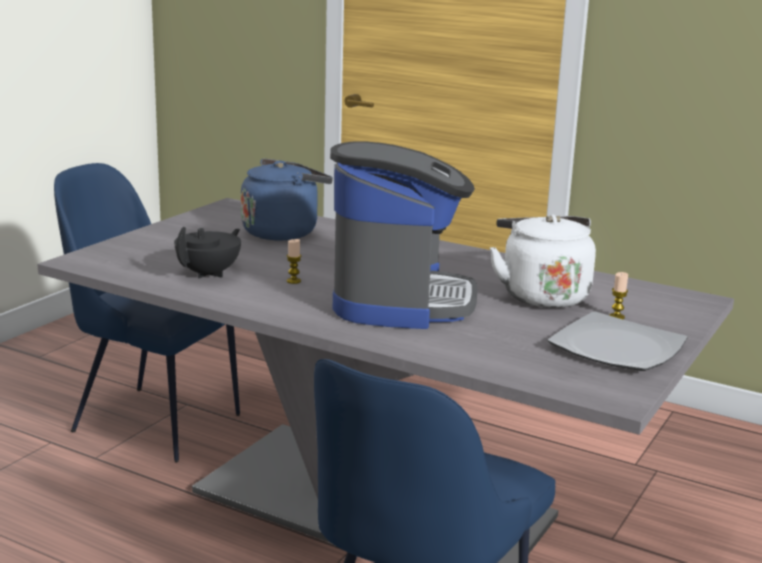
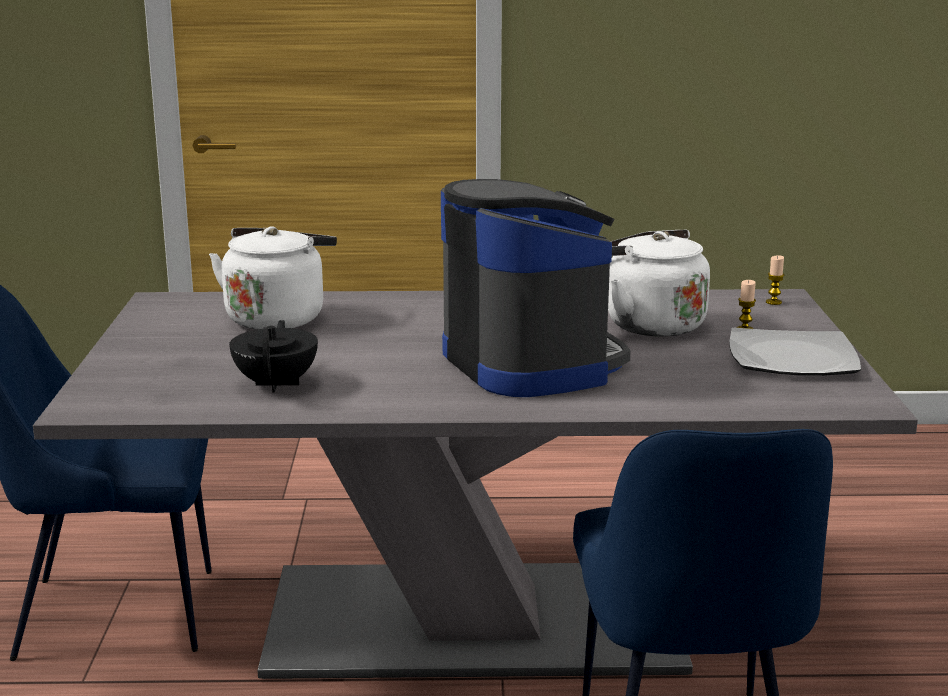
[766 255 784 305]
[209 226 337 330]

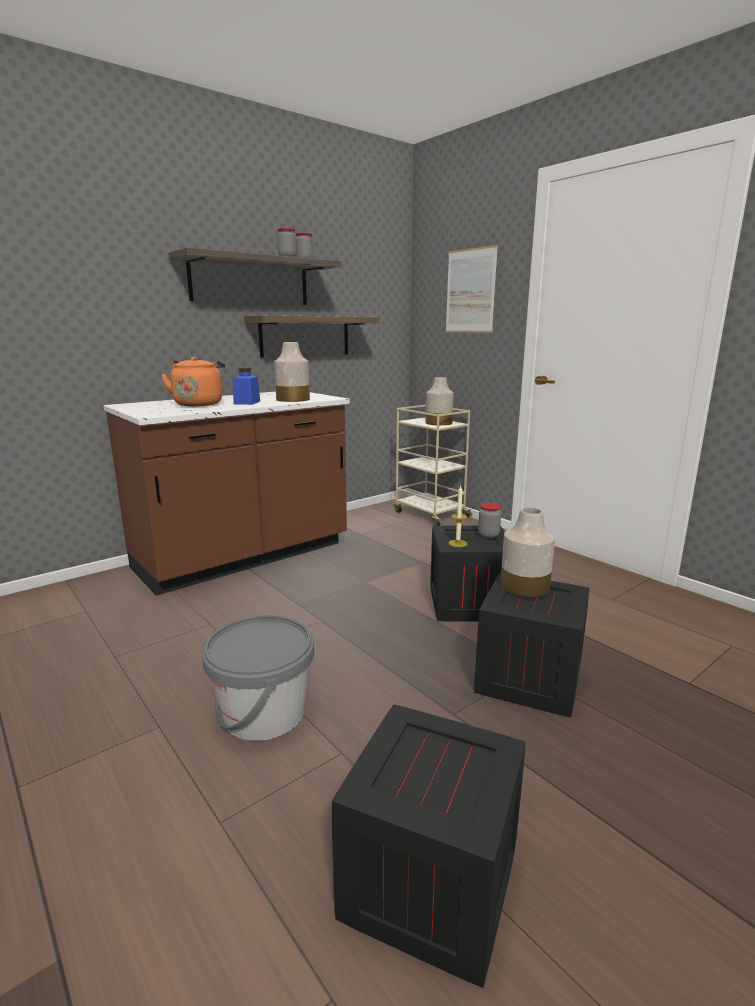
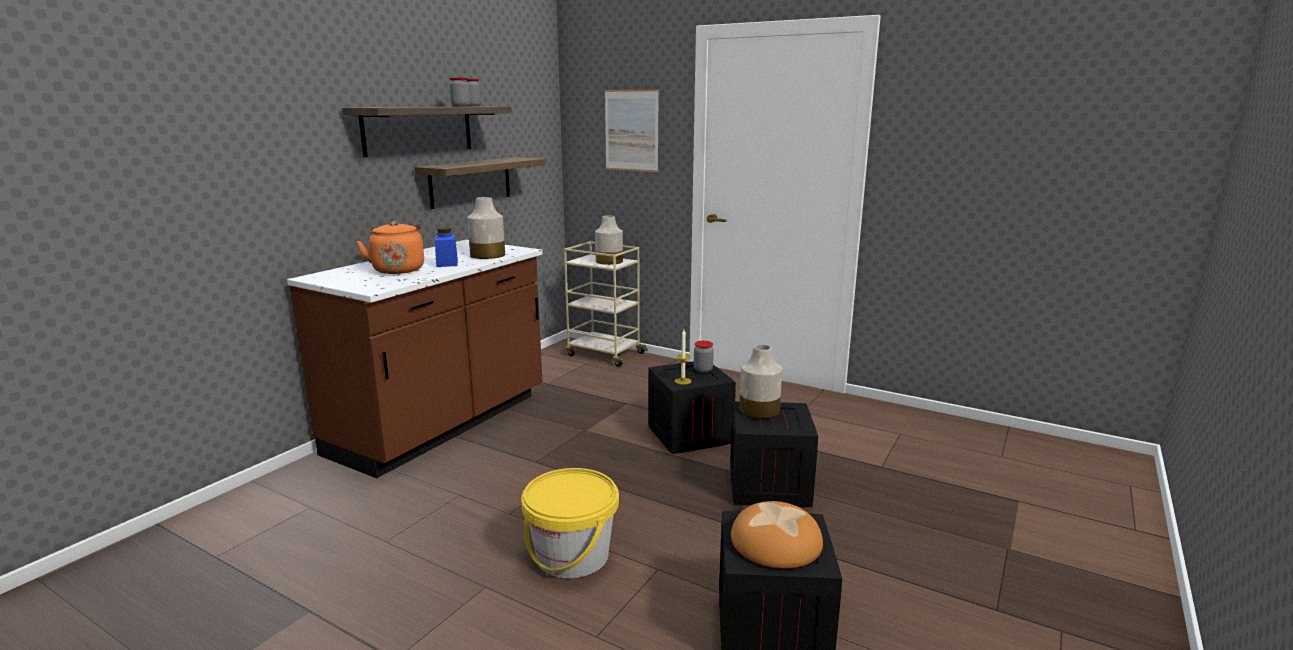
[731 501 823 568]
[521 468 619 578]

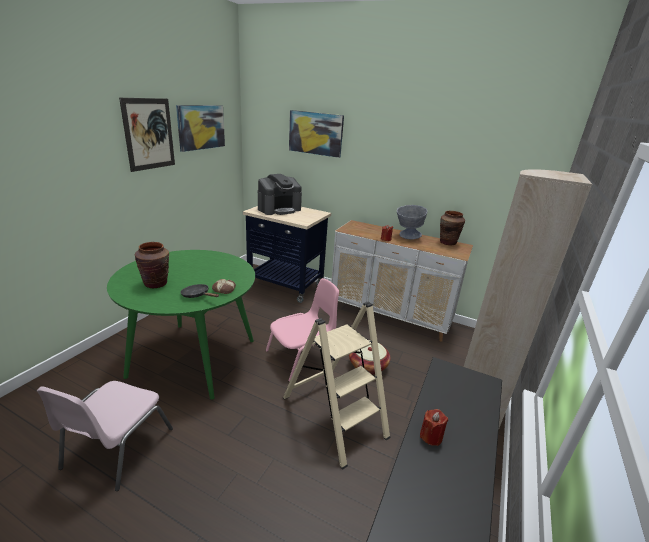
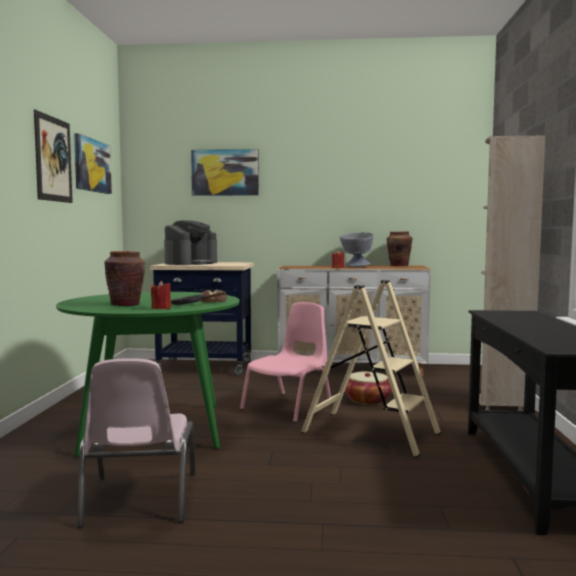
[151 281 171 309]

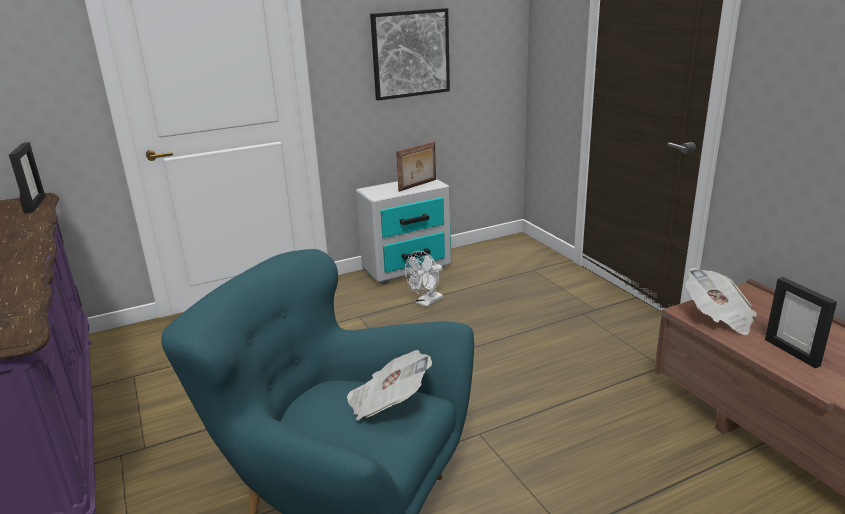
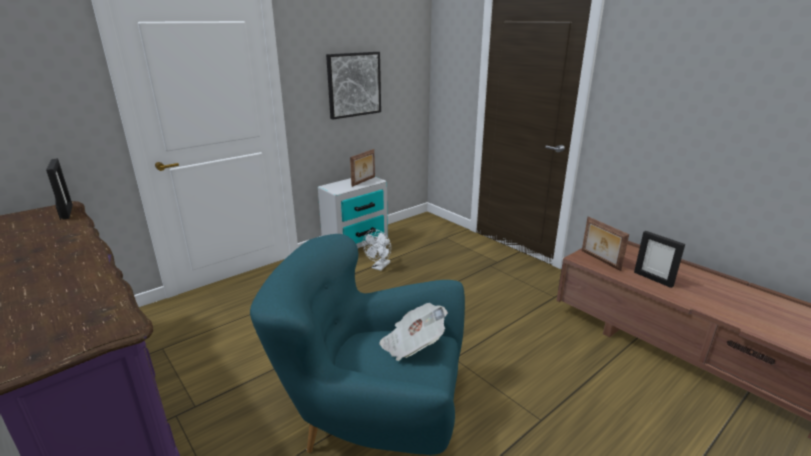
[582 217 629 271]

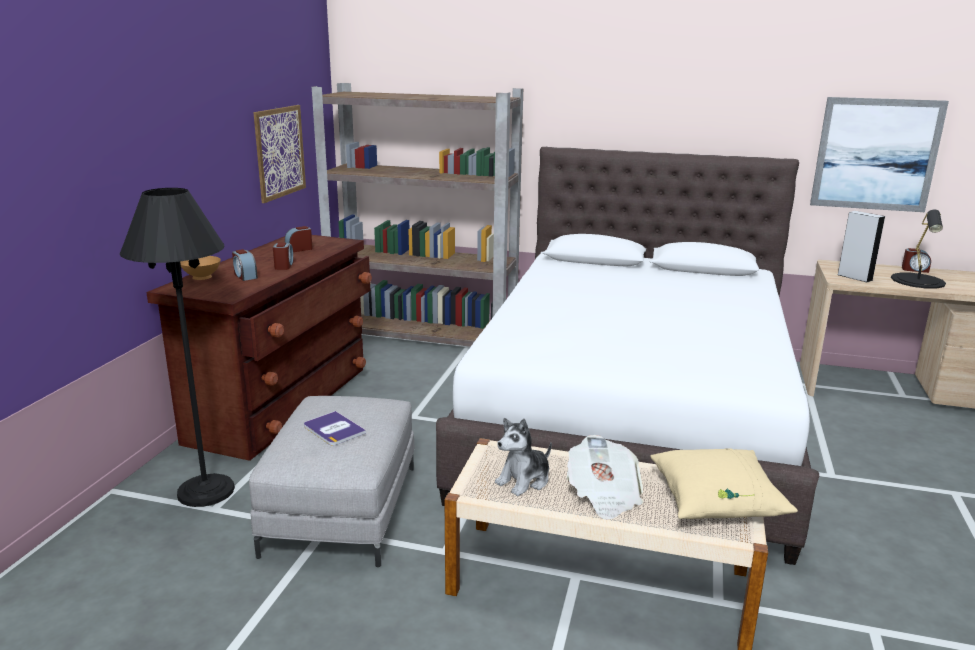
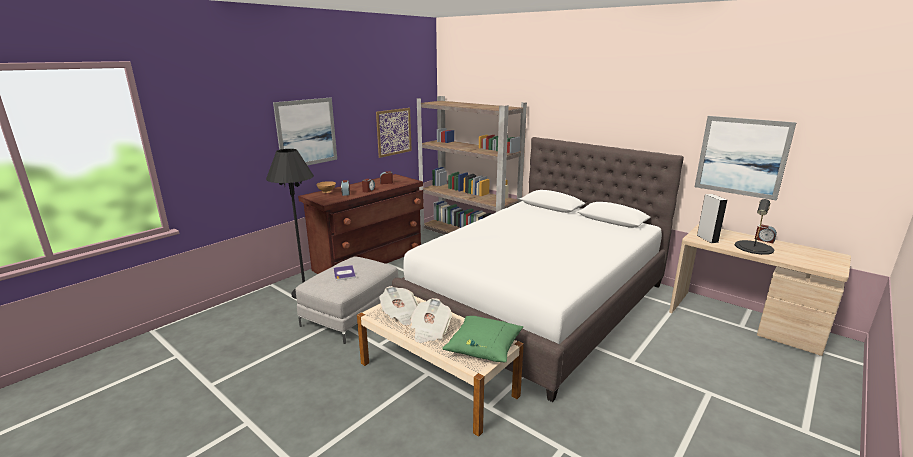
[273 97 337 166]
[379 286 418 326]
[442 316 523 362]

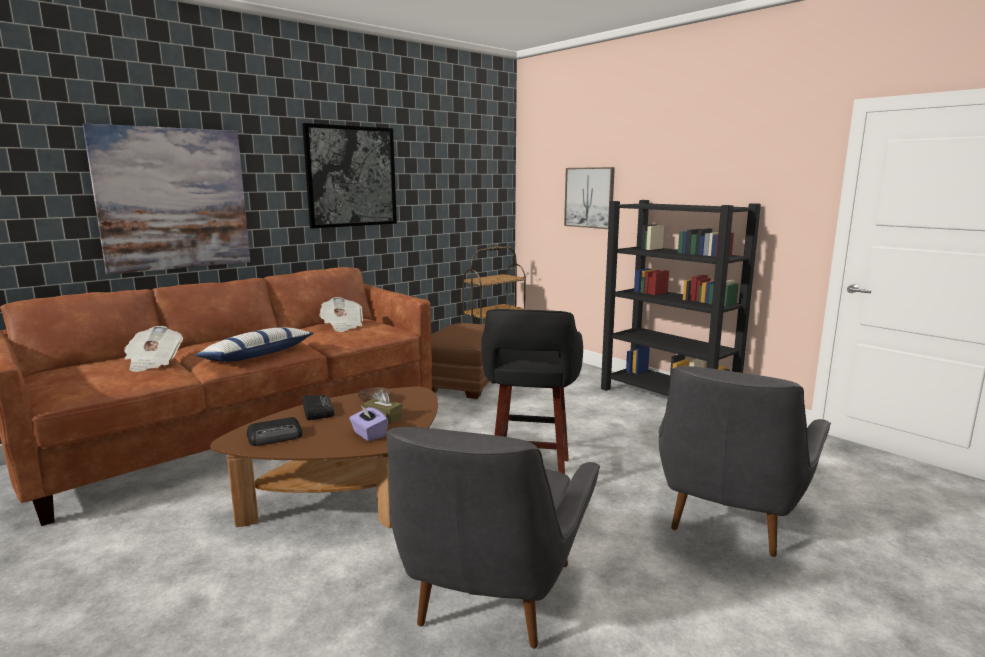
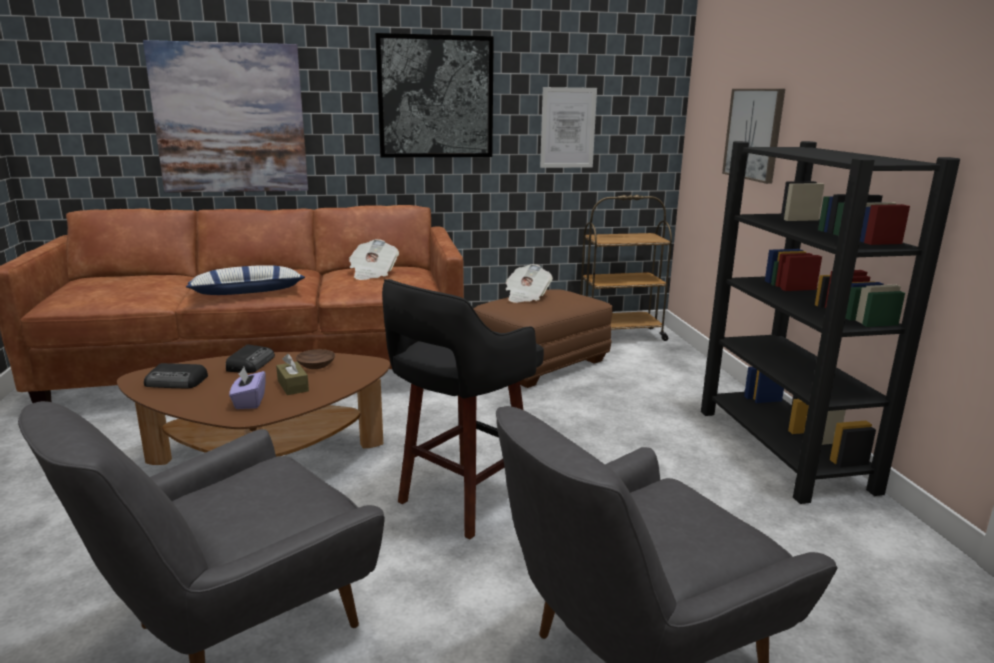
[540 87 597 168]
[505 264 553 303]

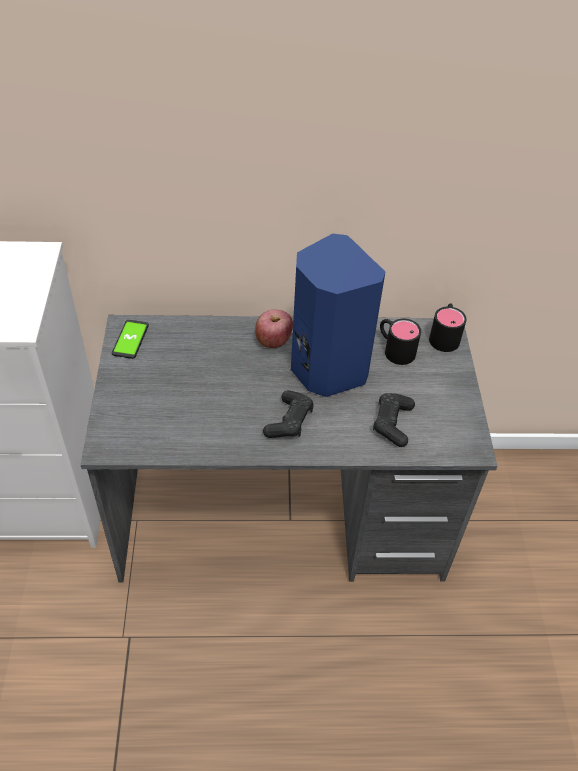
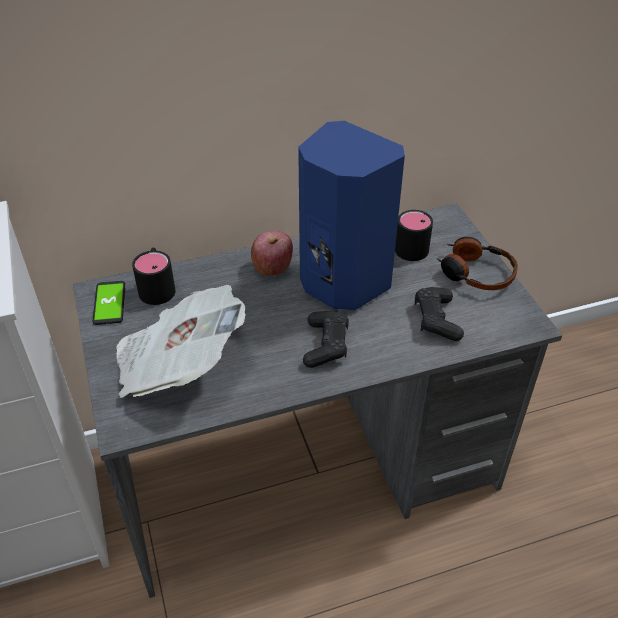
[116 285 246 398]
[436 237 518 290]
[132 248 176 305]

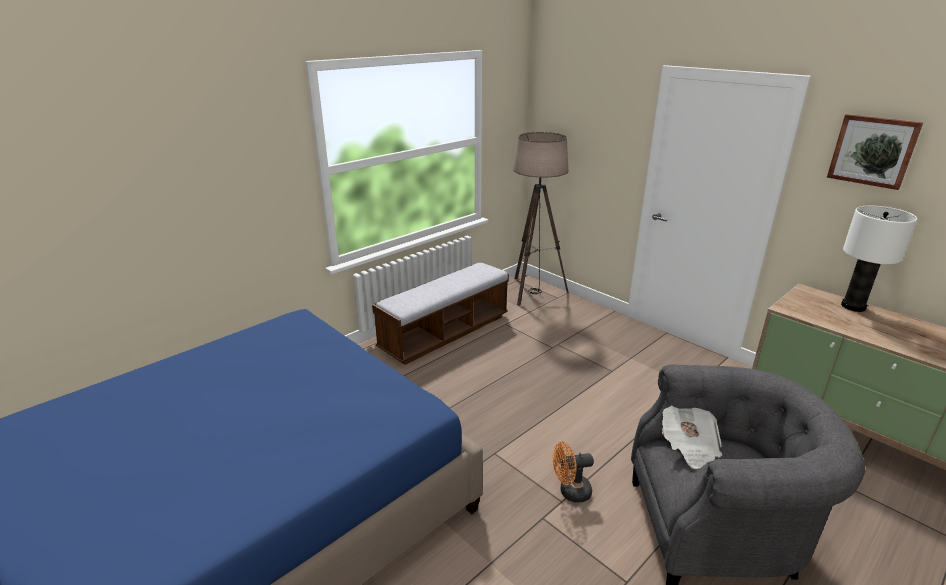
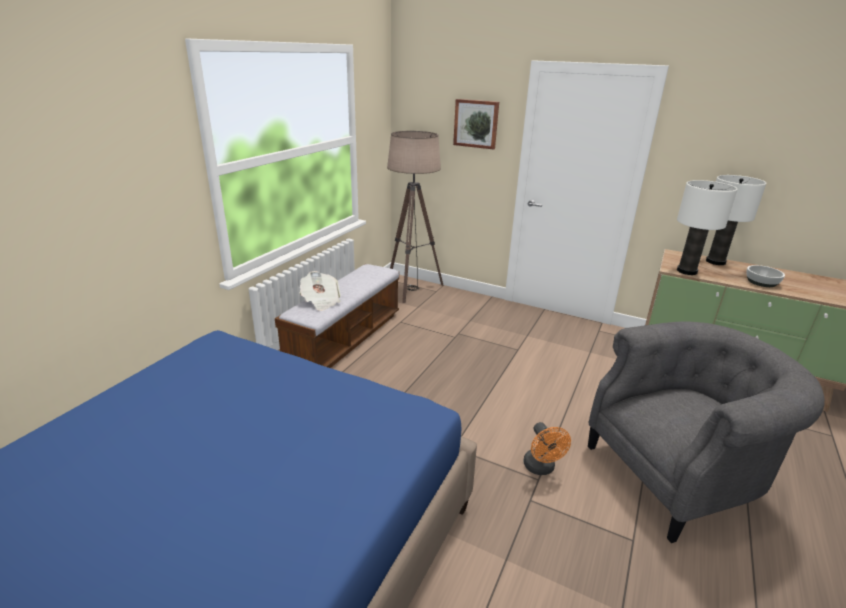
[677 180 737 275]
[746 265 785 287]
[300 271 341 311]
[453 99 499 150]
[524 422 571 475]

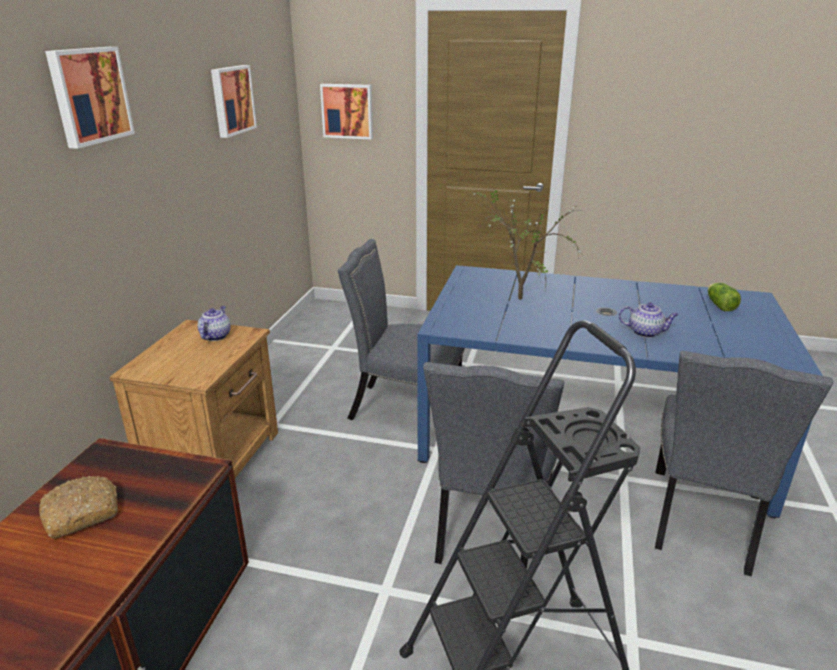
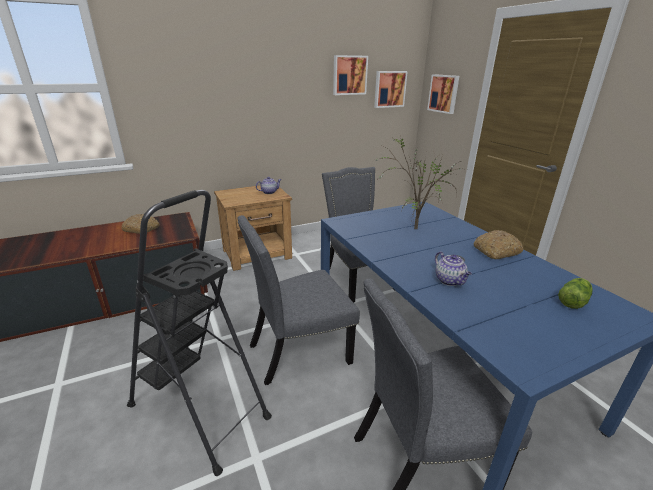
[474 230 524 259]
[374 71 408 108]

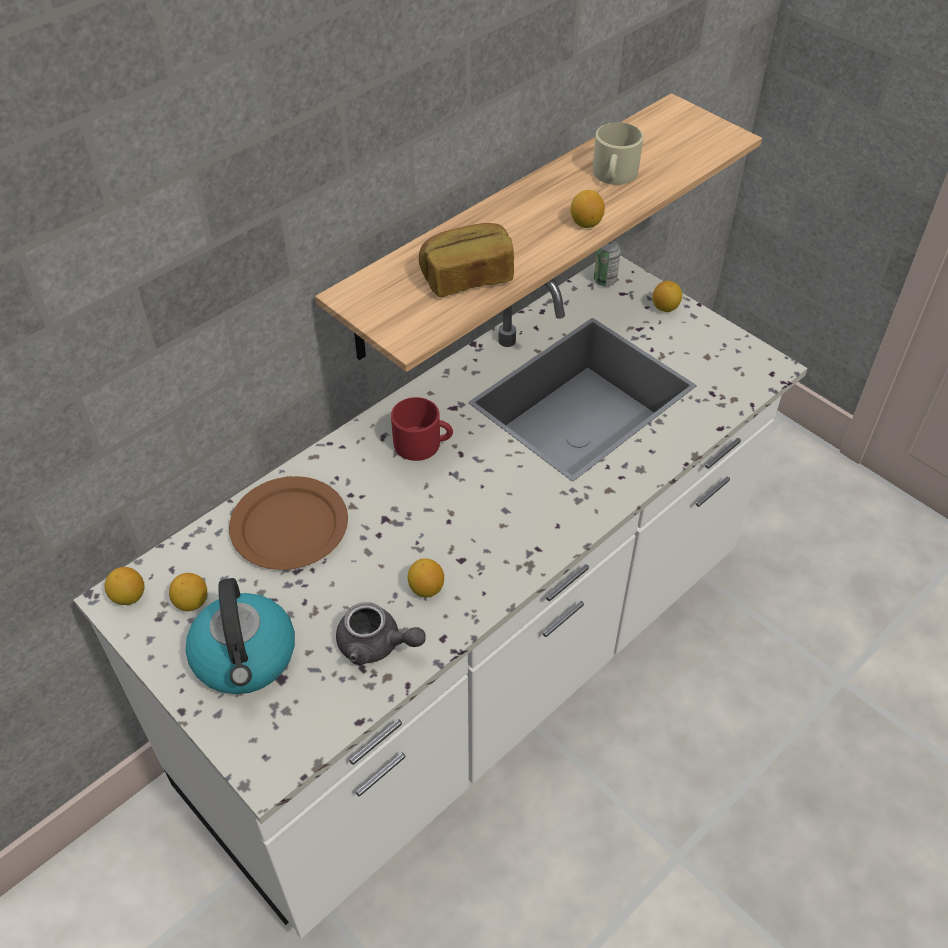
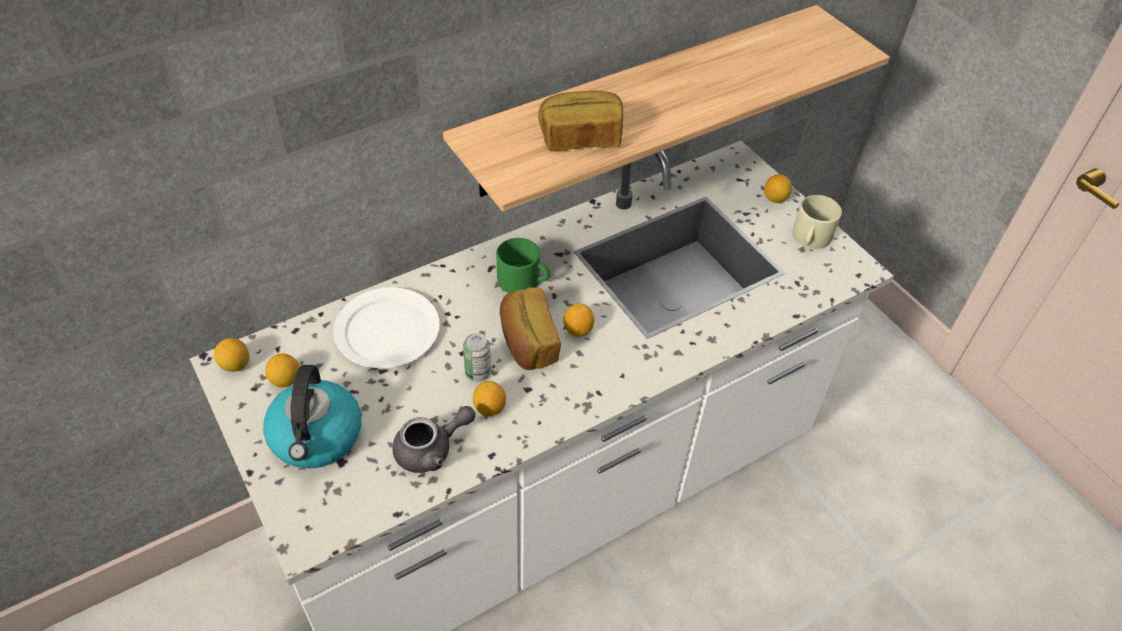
[500 287 561 370]
[563 303 594 336]
[793 195 842 249]
[463 333 491 381]
[333 287 440 368]
[496 238 550 293]
[392 406 476 473]

